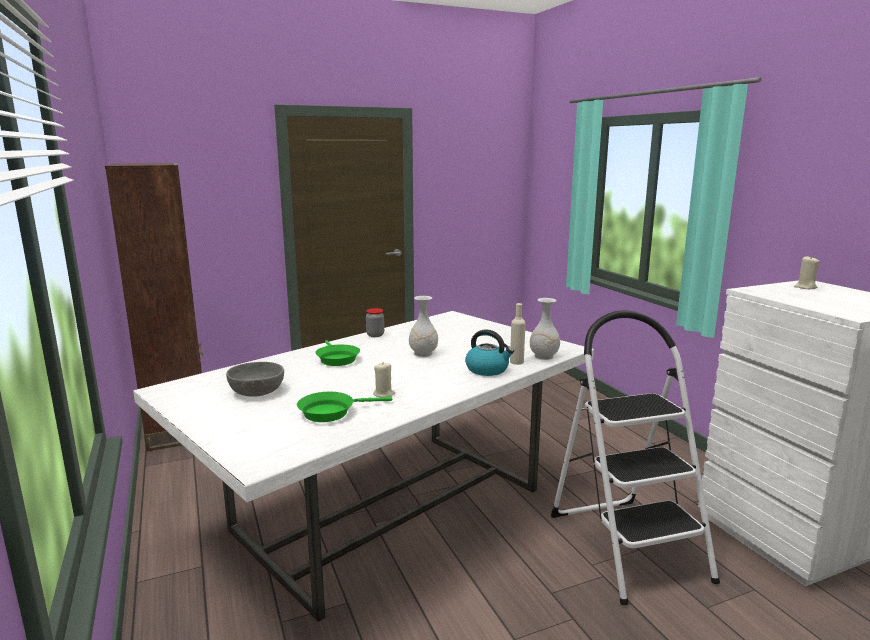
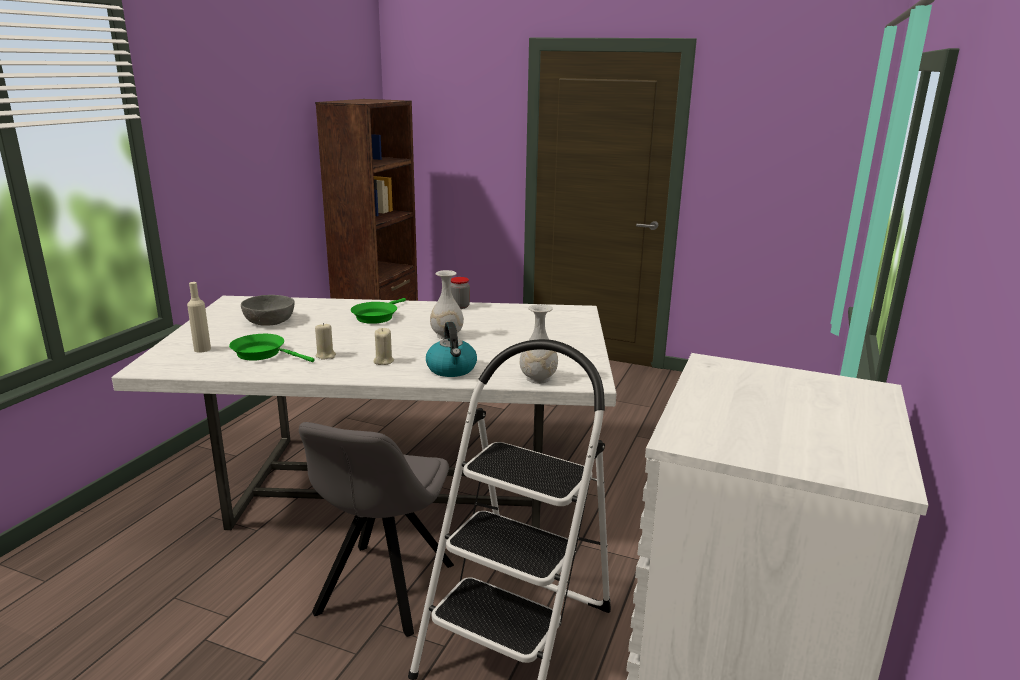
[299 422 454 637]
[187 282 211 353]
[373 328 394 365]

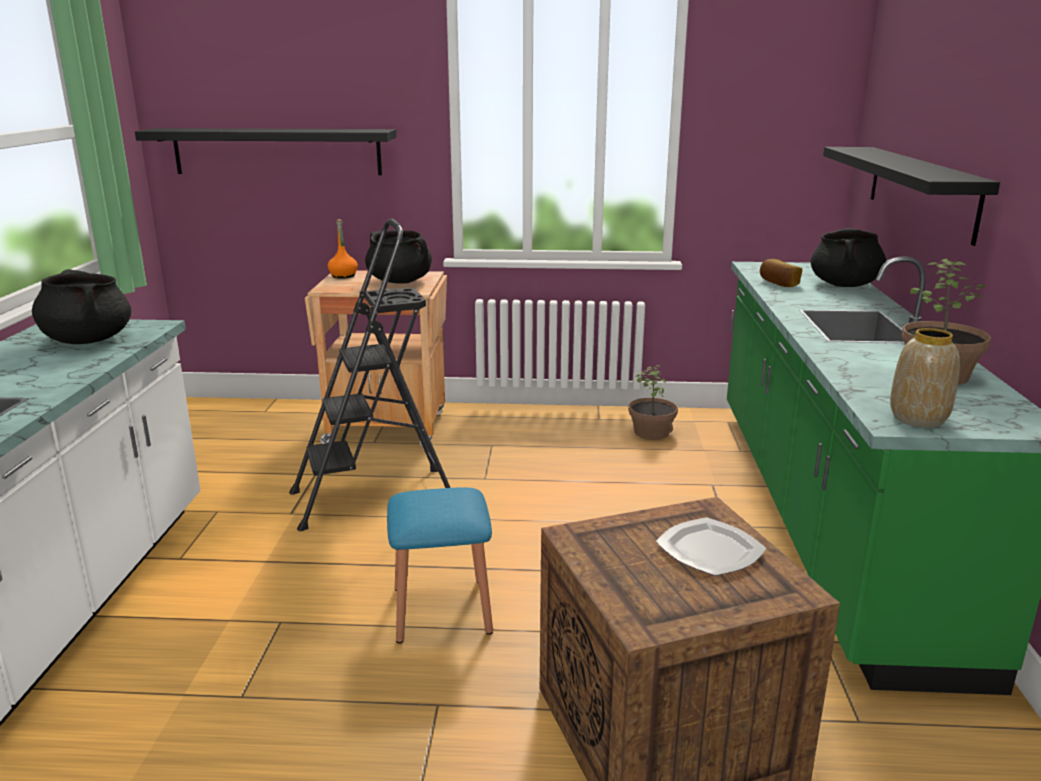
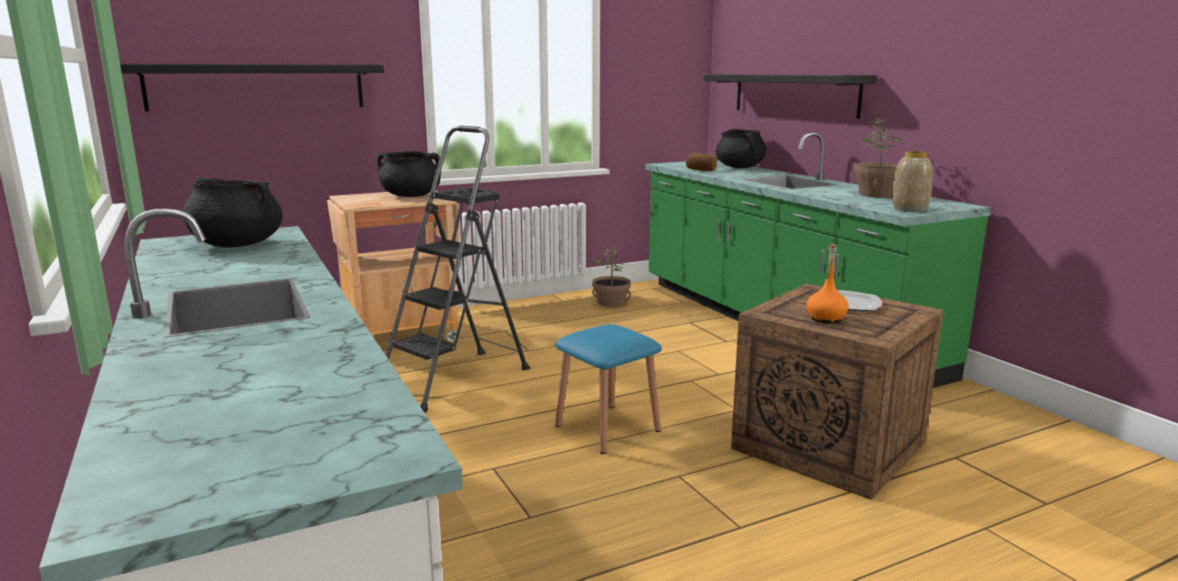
[807 244 849 323]

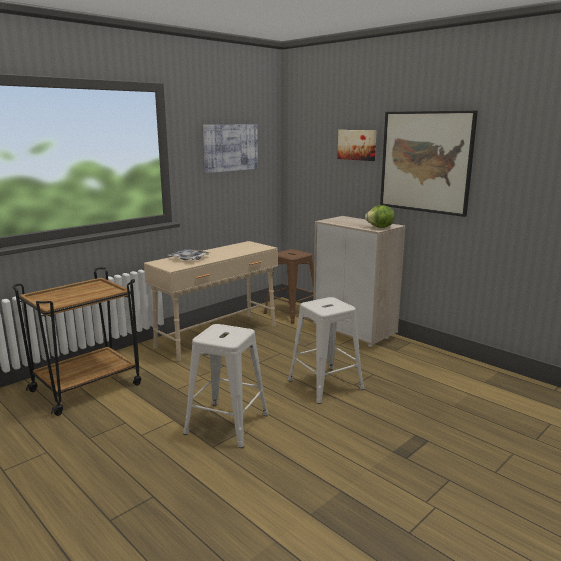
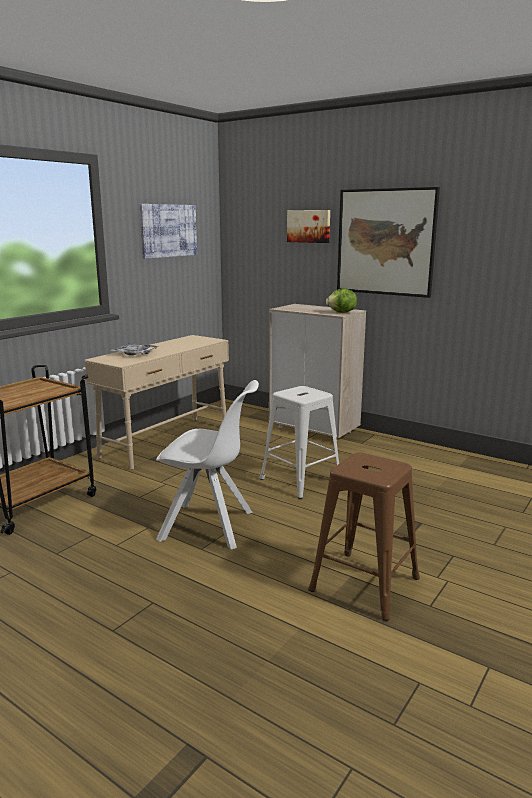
[308 452 420 621]
[156 380 259 549]

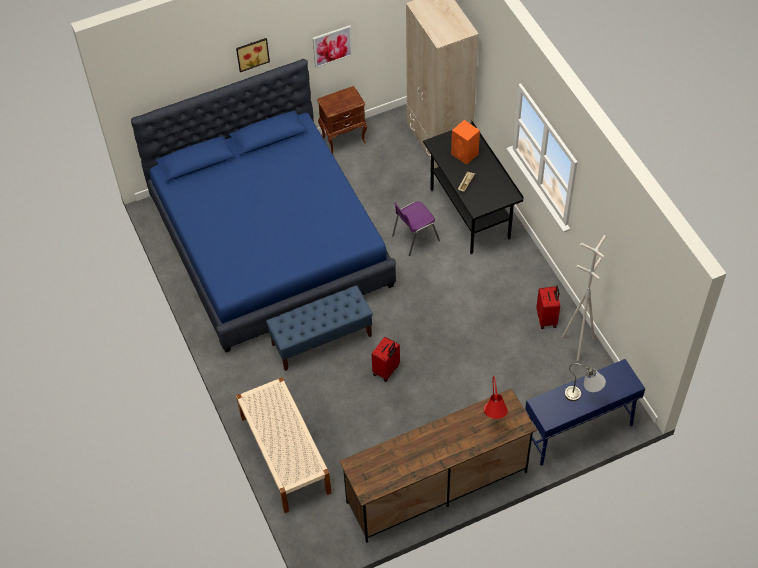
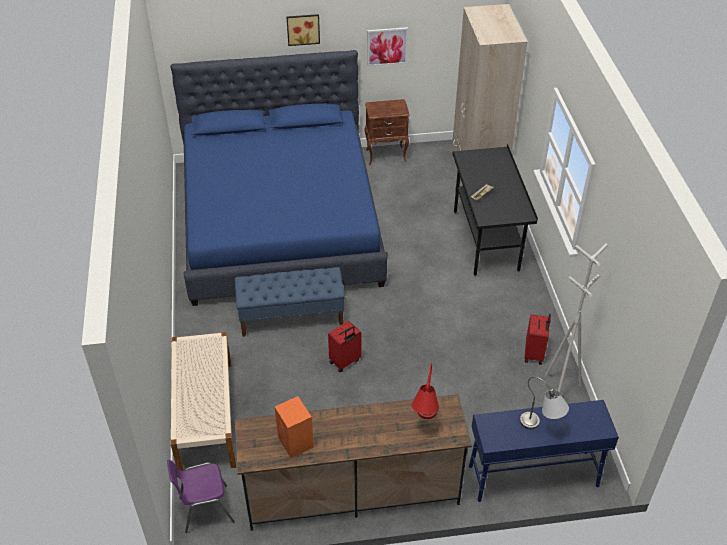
[167 460 235 533]
[275 396 314 458]

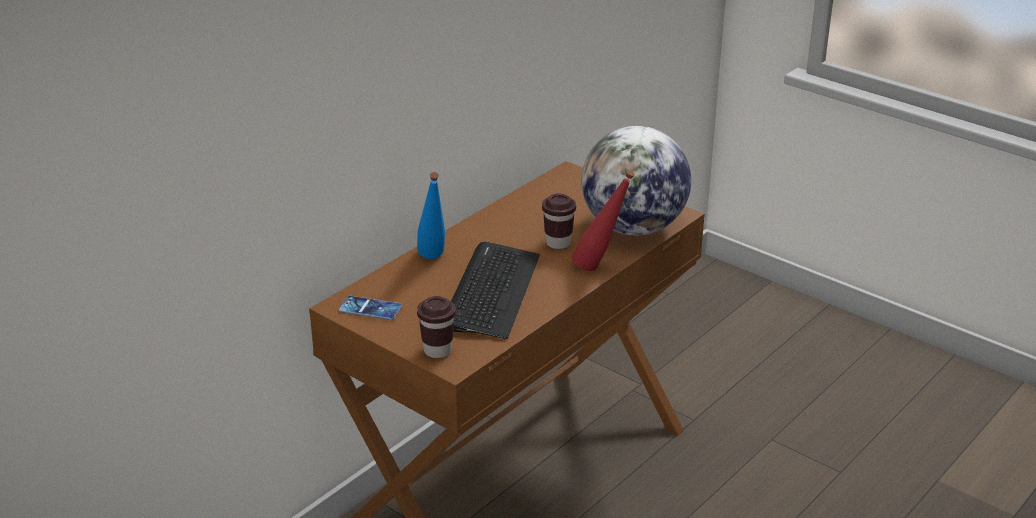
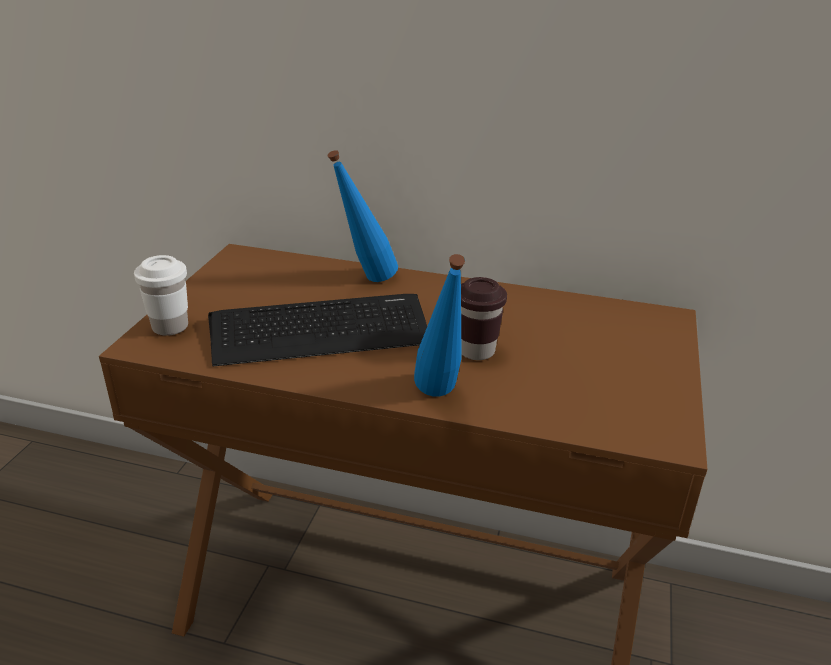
[339 296 402 320] (first image)
[581 126 691 235] (first image)
[134 255 188 336]
[414 254 465 397]

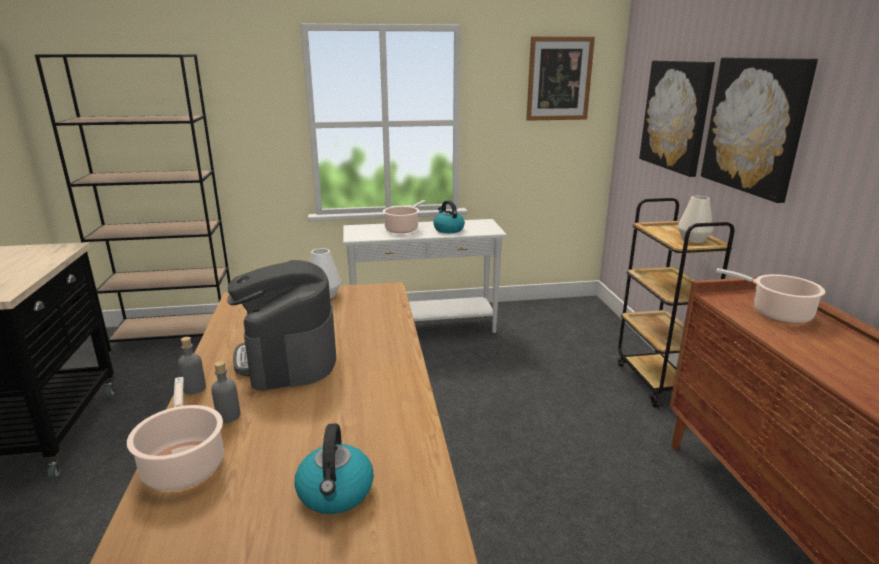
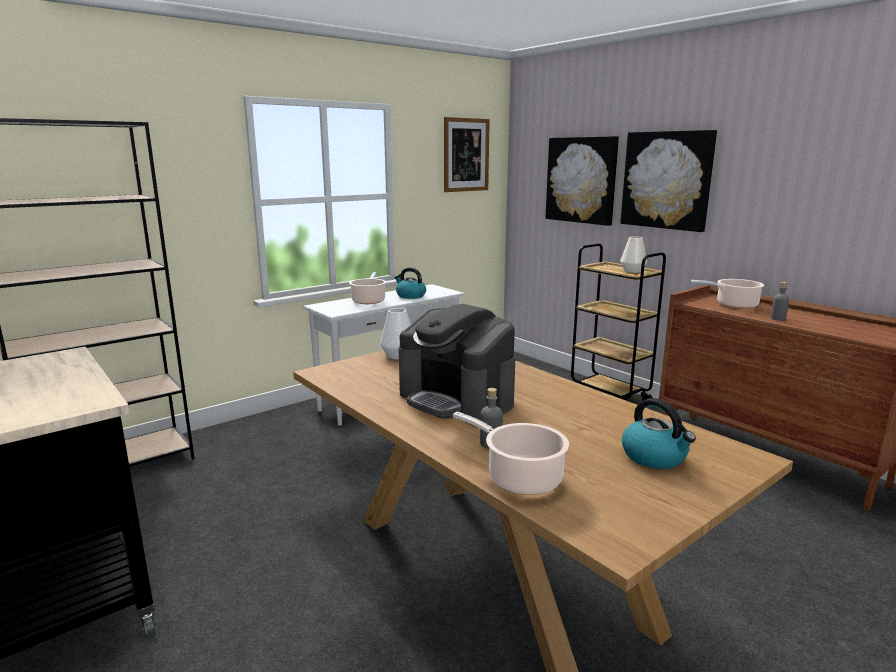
[770 282 789 321]

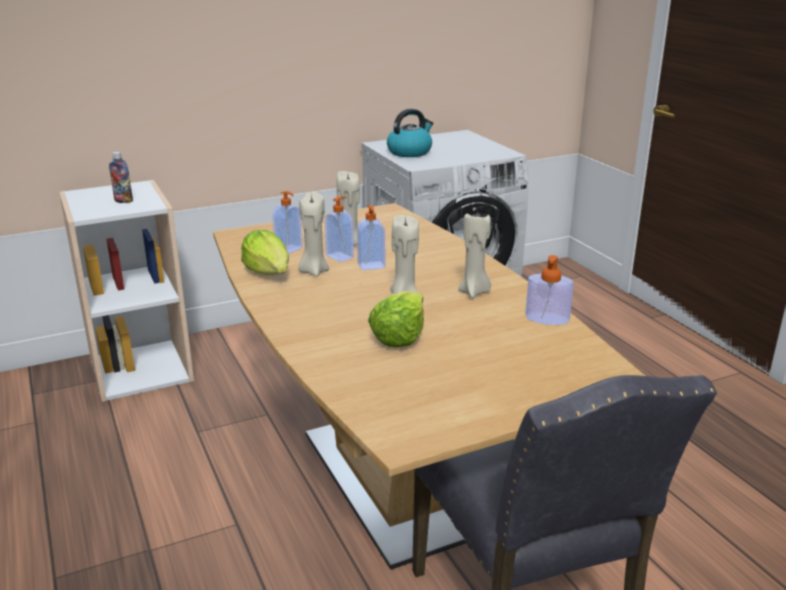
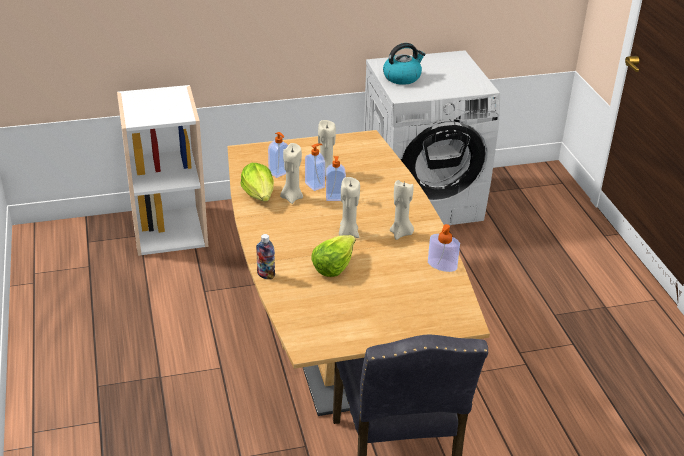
[256 234 275 279]

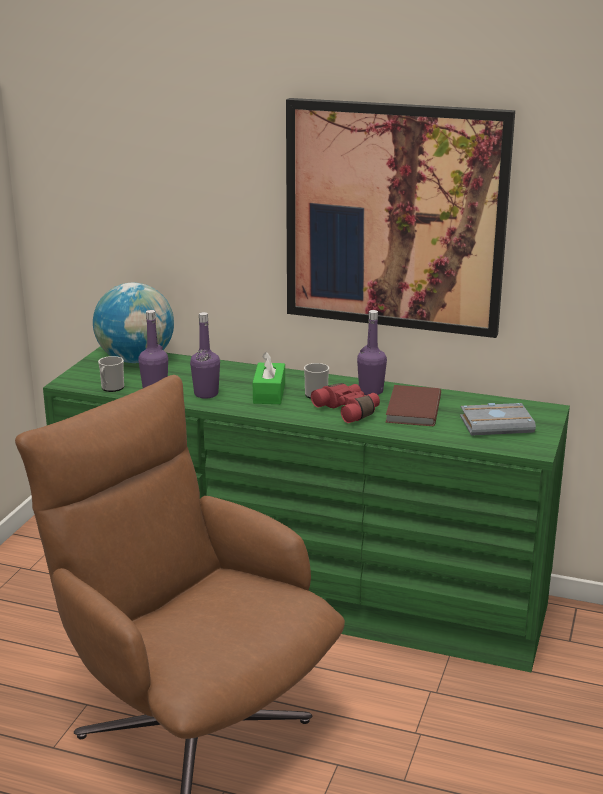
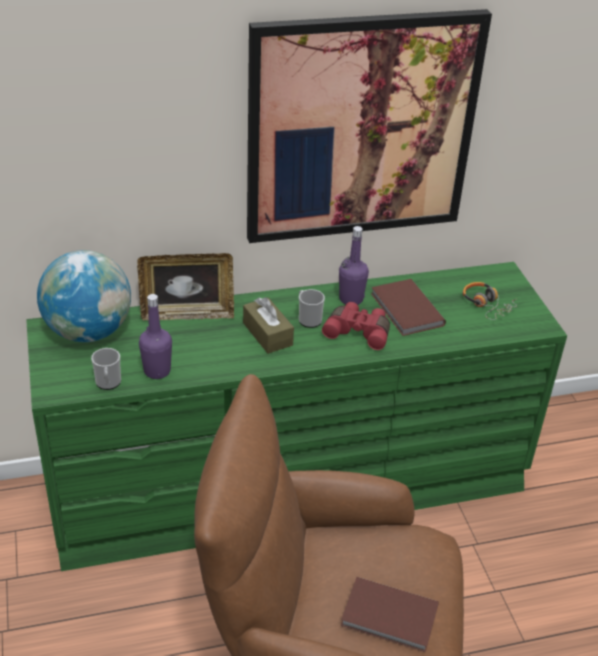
[190 312 220 399] (first image)
[137 253 234 321]
[341 577 439 652]
[463 282 517 320]
[243 297 294 354]

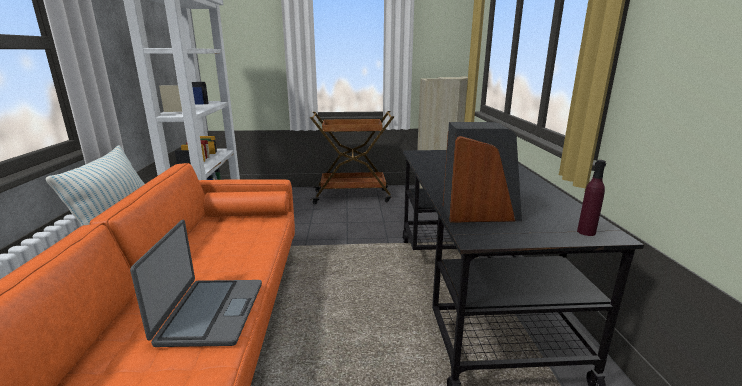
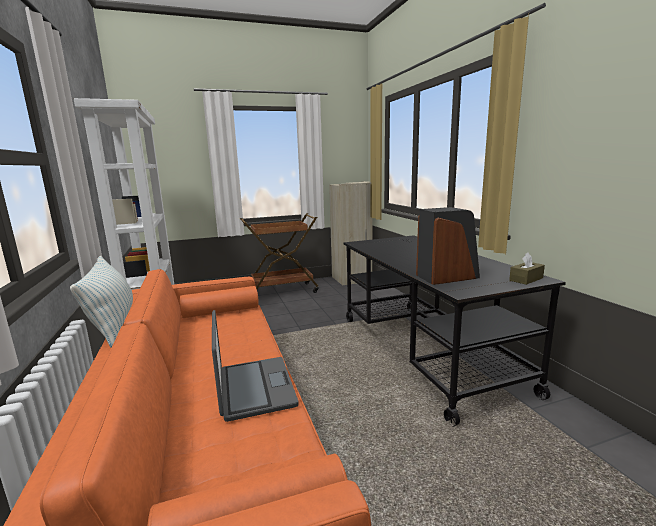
[509 252 545 285]

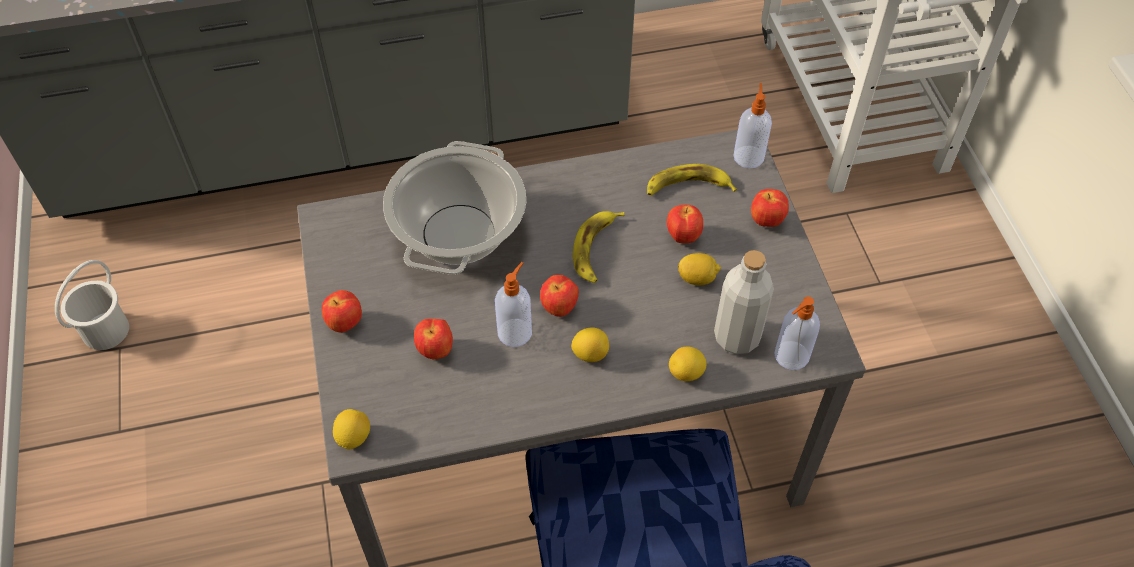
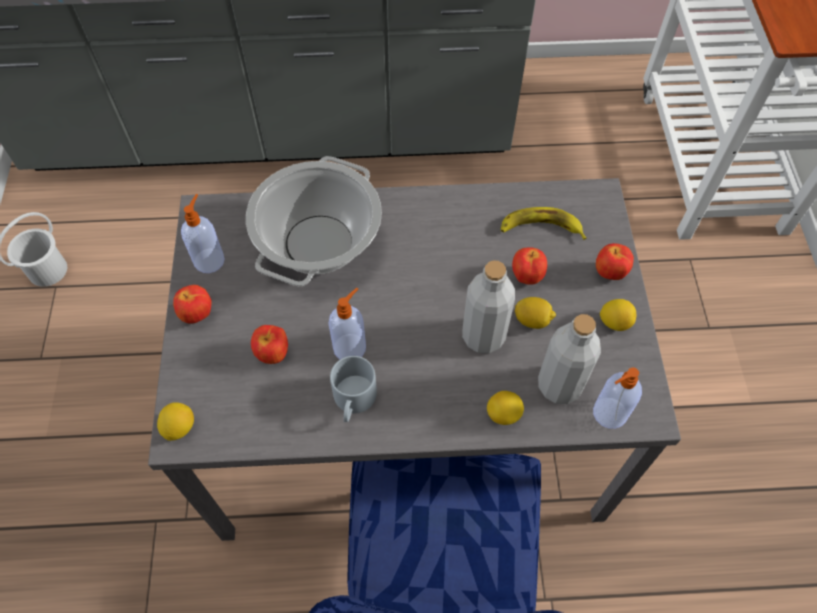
[540 275 579 317] (first image)
[573 211 624 283] (first image)
[330 356 377 422]
[462 260 515 354]
[600 299 636 331]
[181 194 225 273]

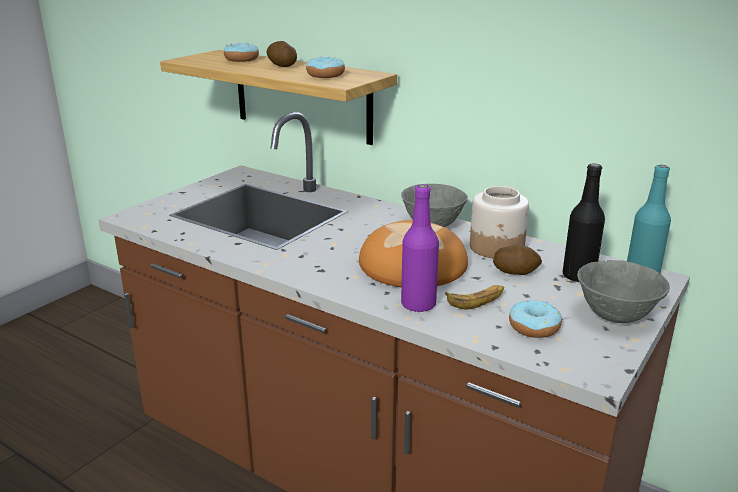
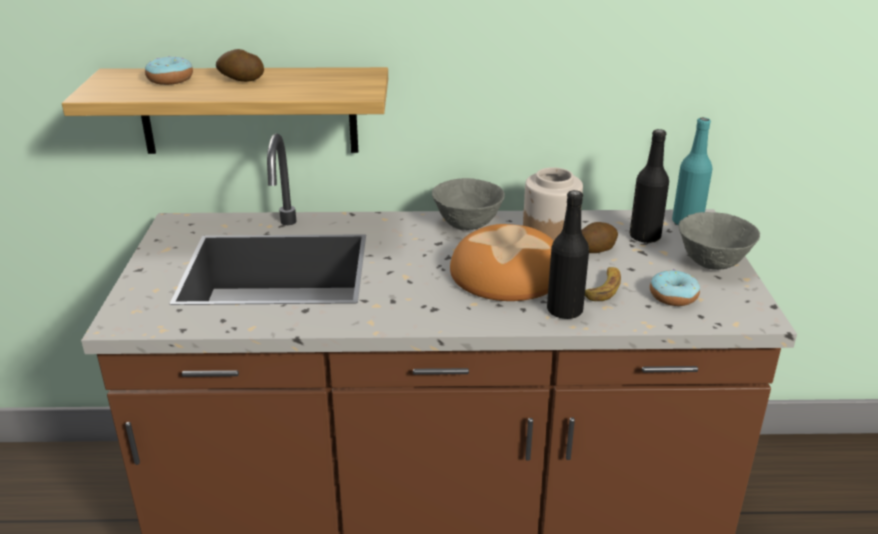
[306 57 345 78] (first image)
[547 190 589 319]

